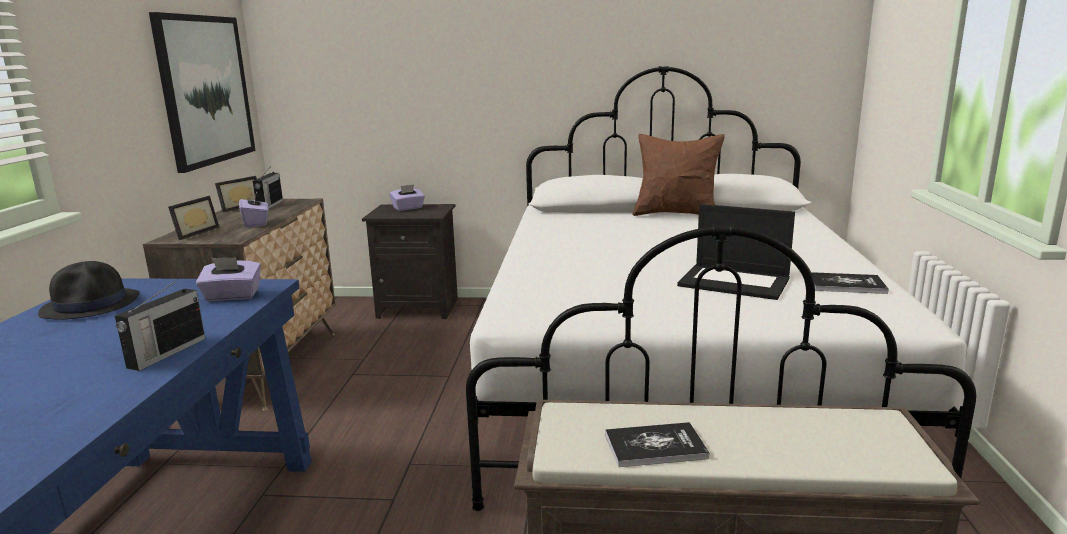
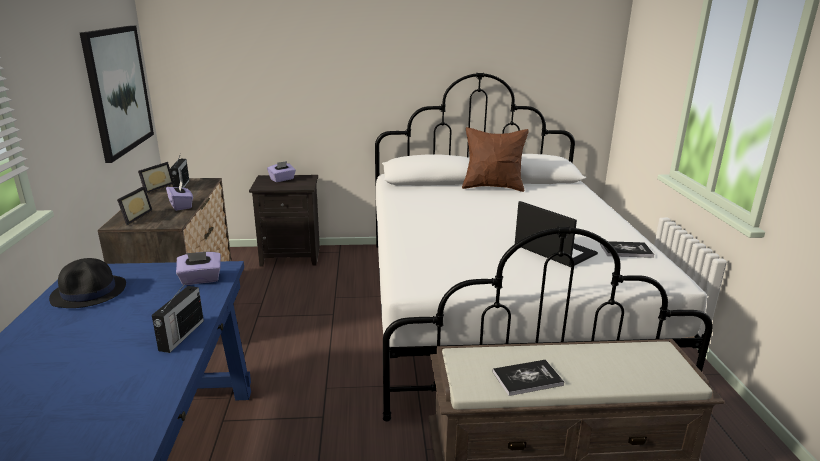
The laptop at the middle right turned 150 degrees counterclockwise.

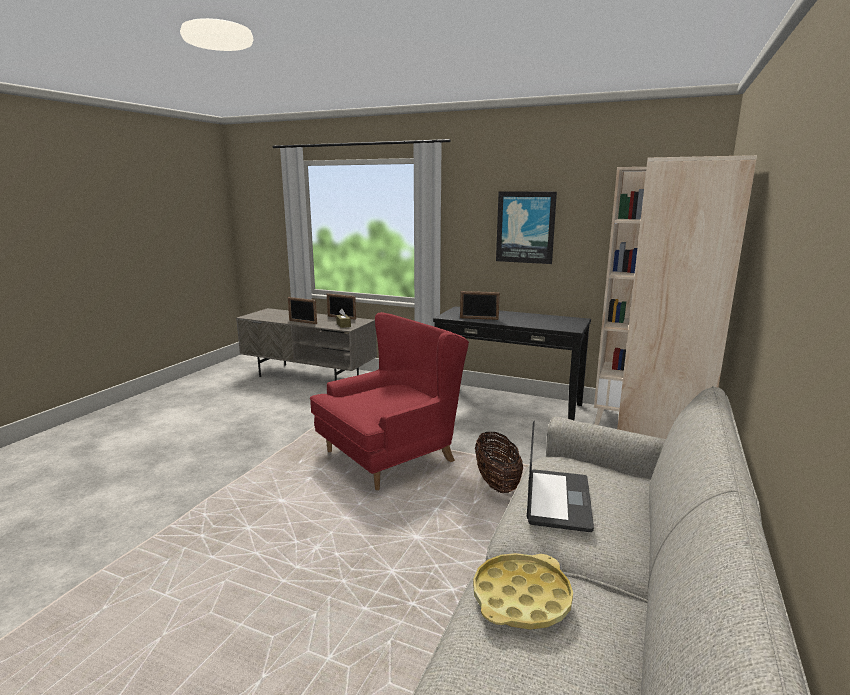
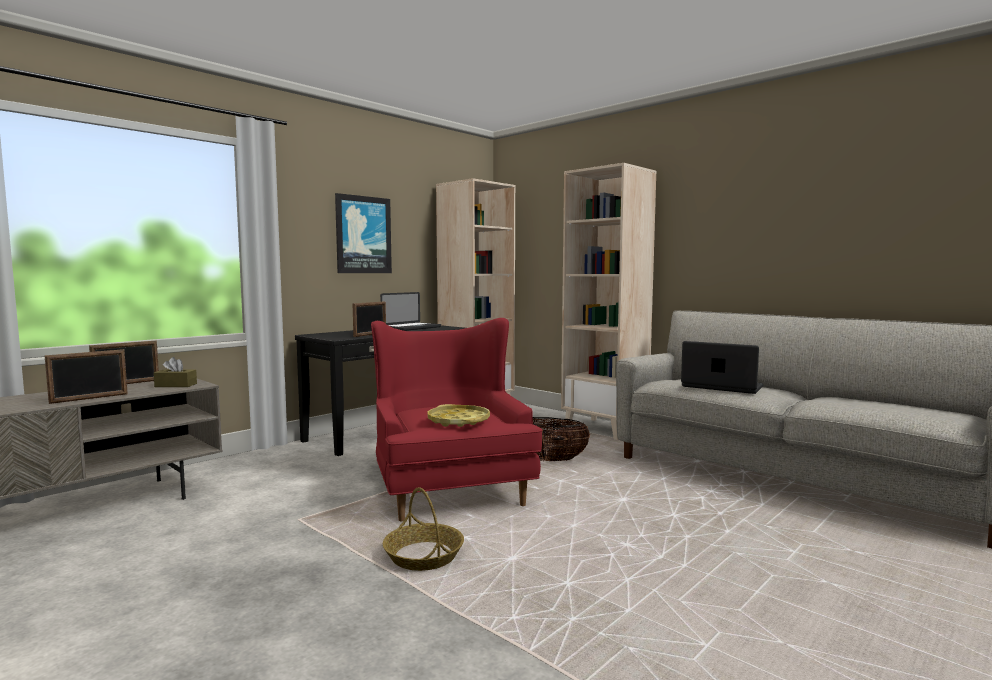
The laptop (no. 1 from left) at the centre appeared. The basket (no. 1 from left) at the bottom centre appeared. The yellow tray moved from the bottom centre to the centre.

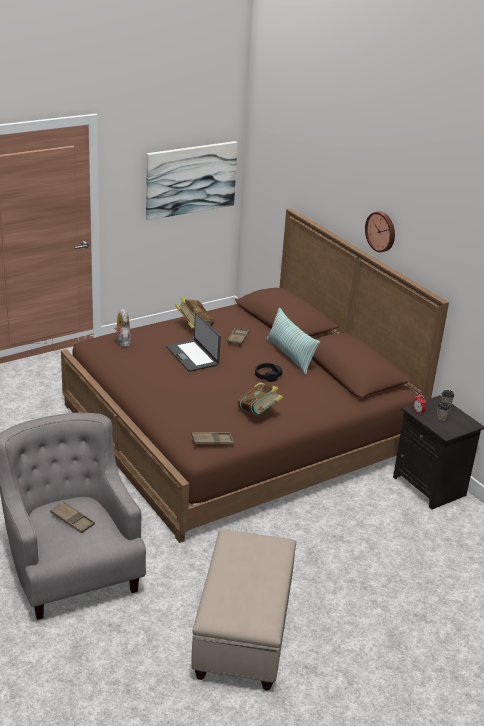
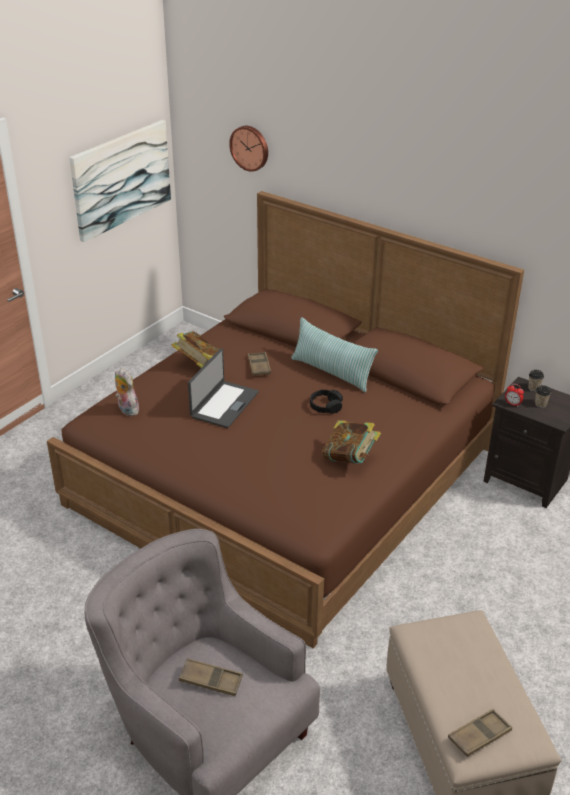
The brown tray (no. 2 from left in the first image) moved from the centre to the bottom right. The wall clock moved from the top right to the top centre. The laptop at the centre turned 105 degrees counterclockwise.

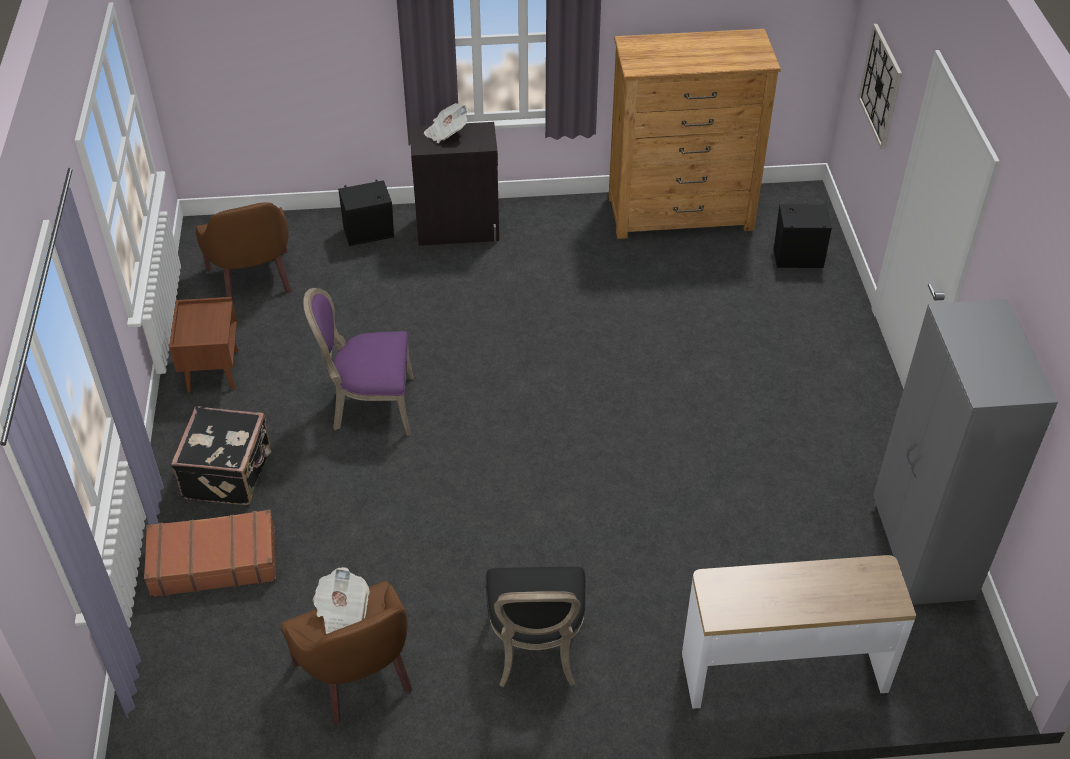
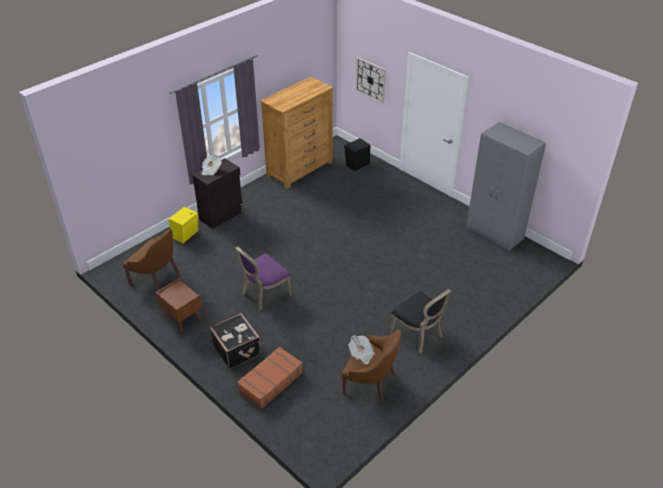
The console table at the bottom right disappeared. The black speaker (no. 1 from left) at the top centre became the yellow speaker at the middle left.

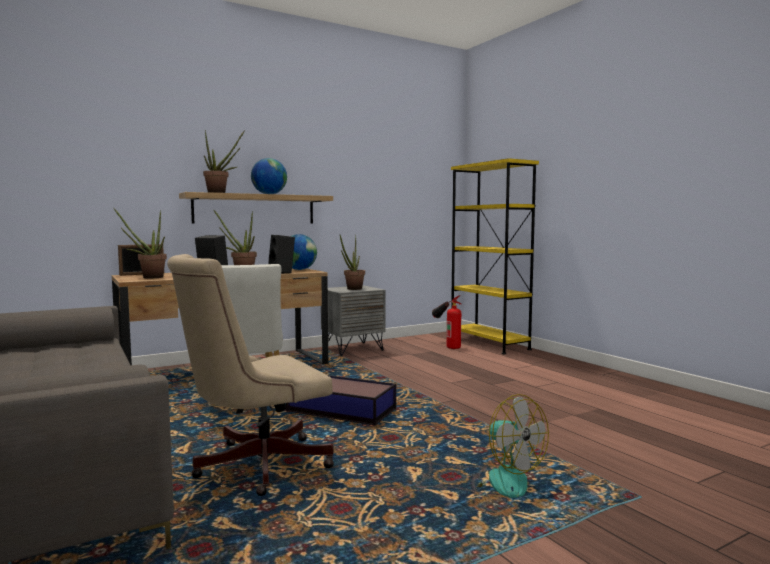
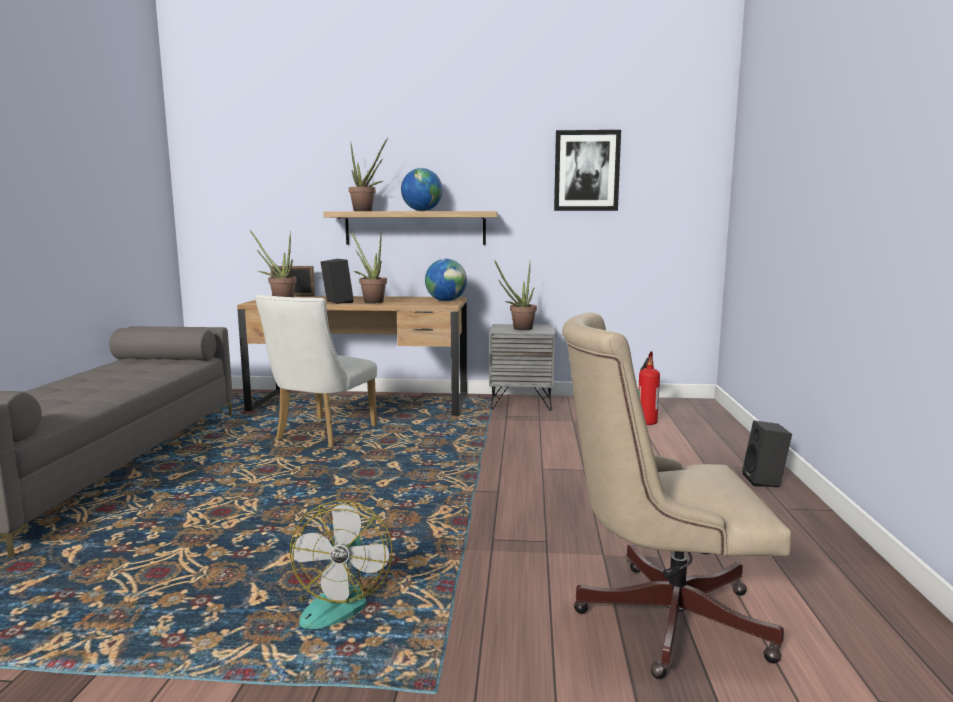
The storage box at the bottom centre disappeared. The yellow bookcase at the centre disappeared. The picture at the top centre appeared. The beige office chair moved from the middle left to the bottom right. The black speaker (no. 2 from left) moved from the centre to the middle right.

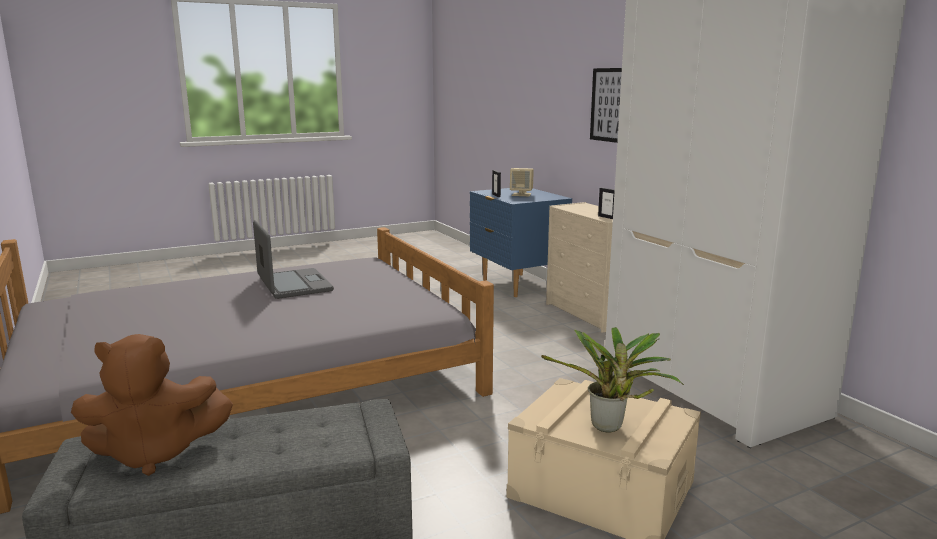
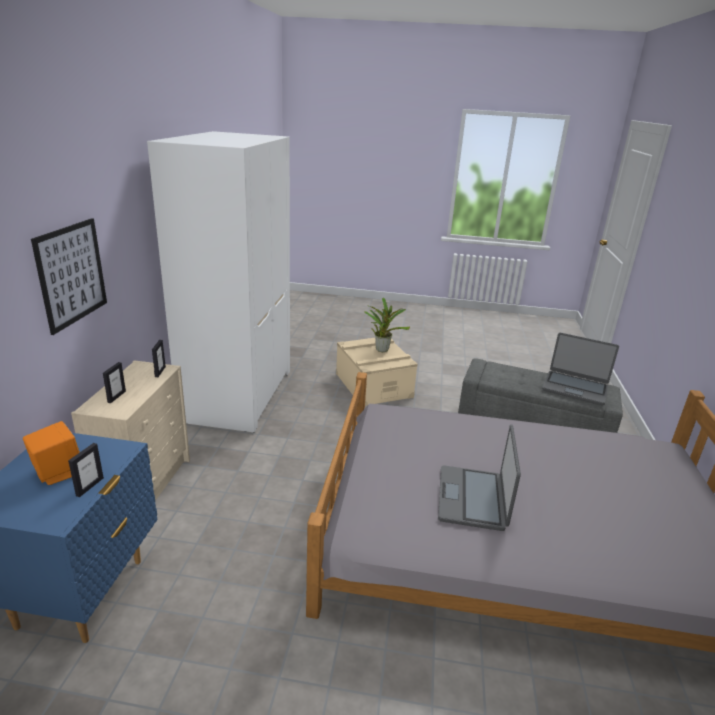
The picture frame (no. 2 from left) at the middle left appeared. The brown plush toy at the bottom left was replaced by the laptop (no. 2 from left) at the middle right. The beige speaker at the centre became the orange speaker at the middle left.

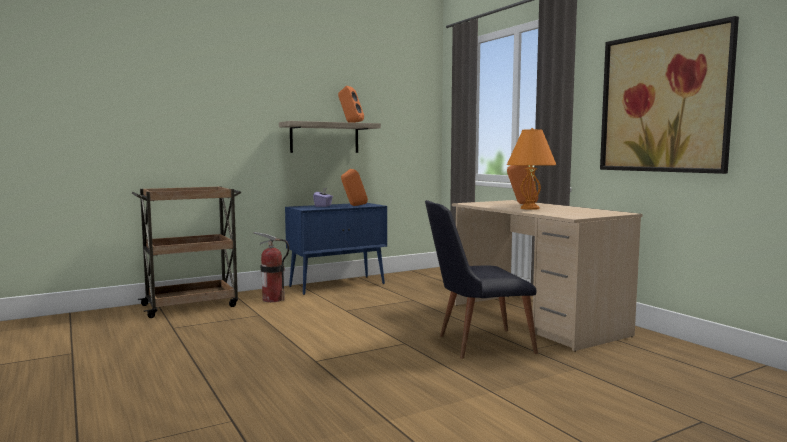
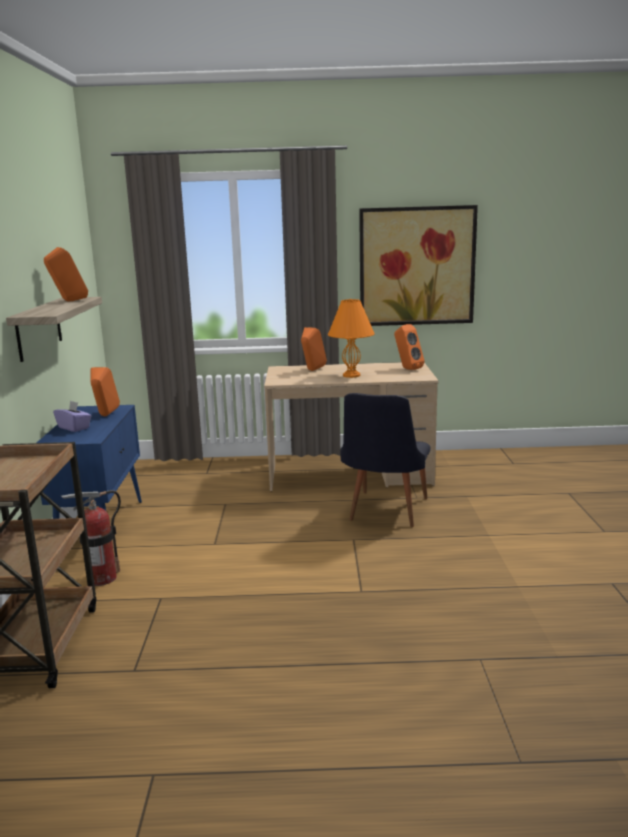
The orange speaker (no. 4 from left) at the centre appeared.

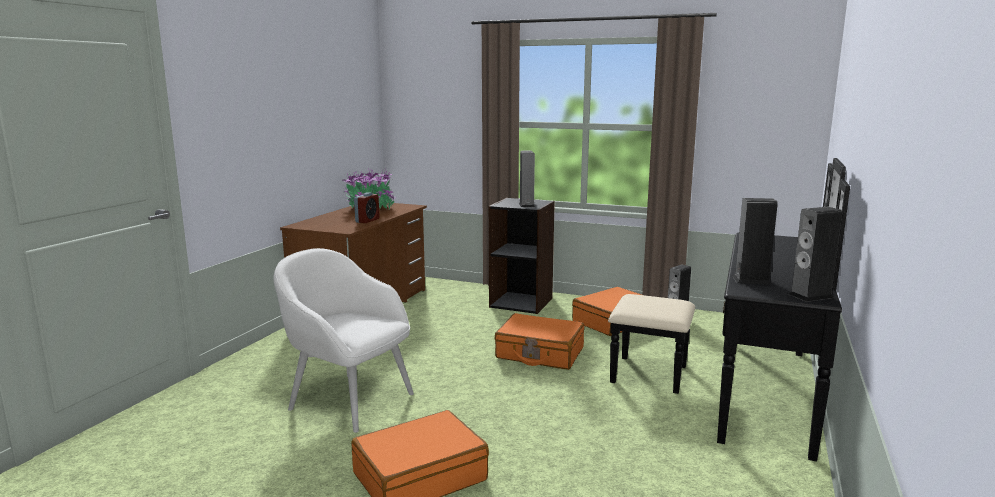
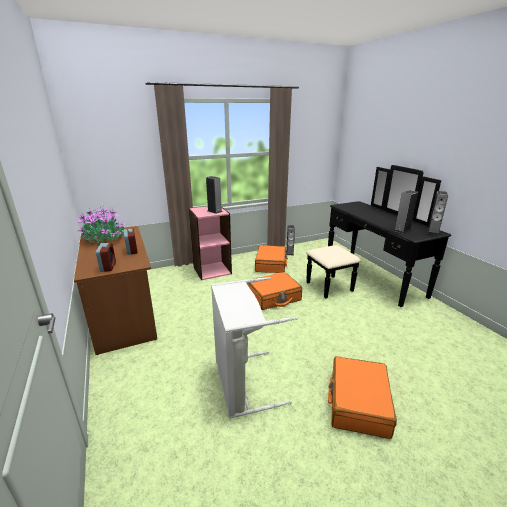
The alarm clock (no. 1 from left) at the middle left appeared. The white armchair at the bottom centre was replaced by the grey laundry basket at the bottom centre. The black bookcase at the centre became the pink bookcase at the centre.

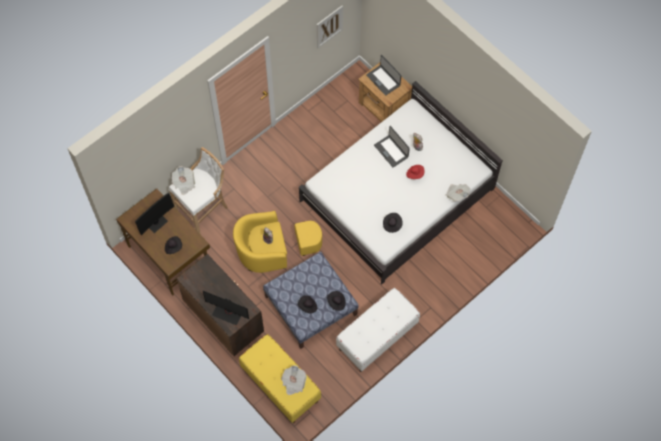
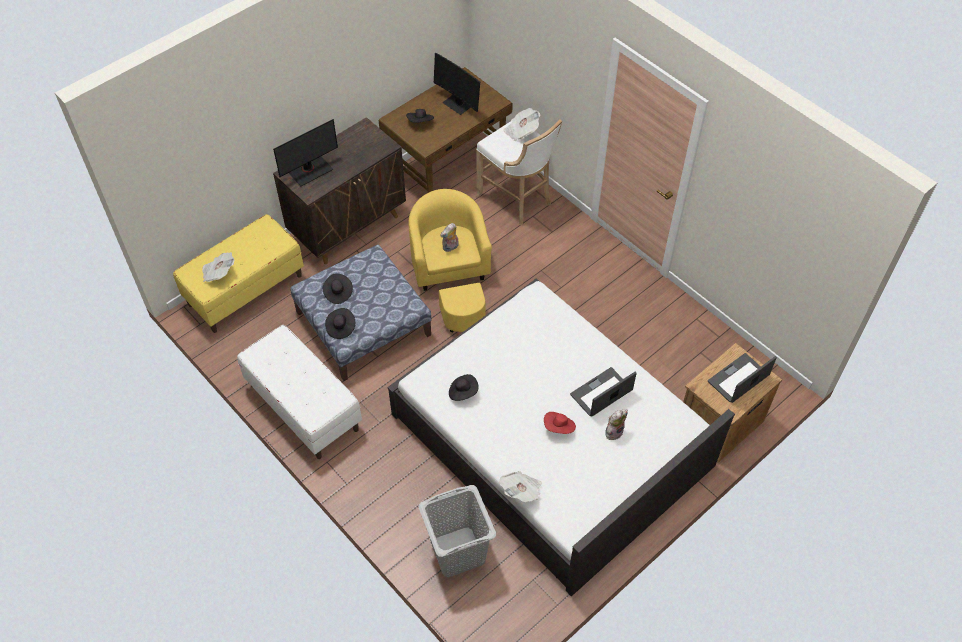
The picture at the top centre disappeared. The grey laundry basket at the bottom centre appeared. The monitor (no. 2 from left in the first image) at the bottom centre turned 150 degrees counterclockwise.

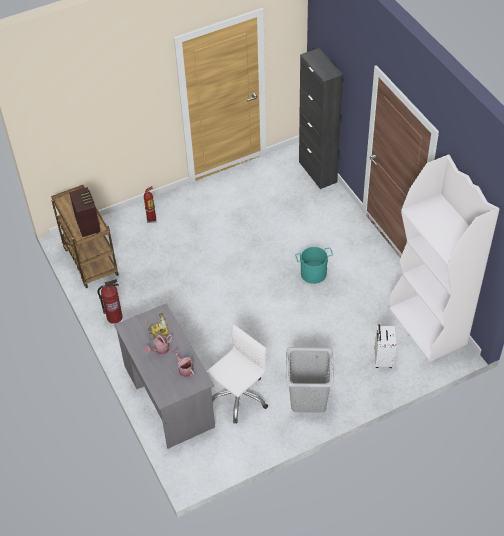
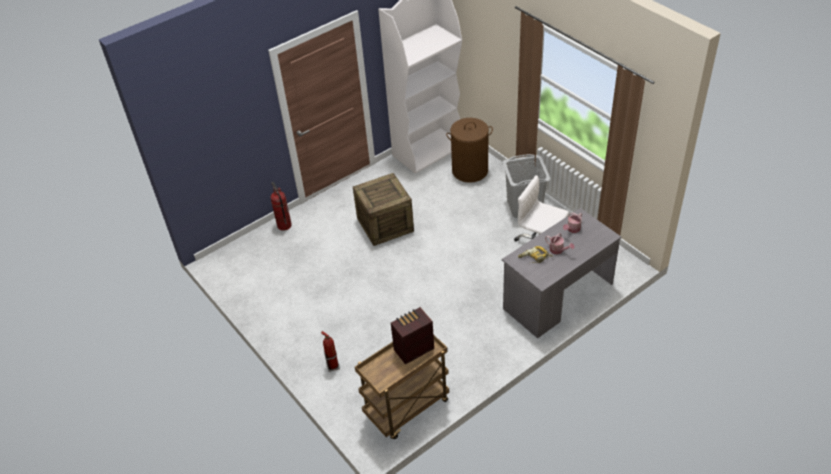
The black cabinet at the top centre disappeared. The fire extinguisher (no. 1 from left) moved from the middle left to the centre. The turquoise bucket at the centre was replaced by the crate at the centre. The white suitcase at the middle right was replaced by the brown laundry basket at the top centre.

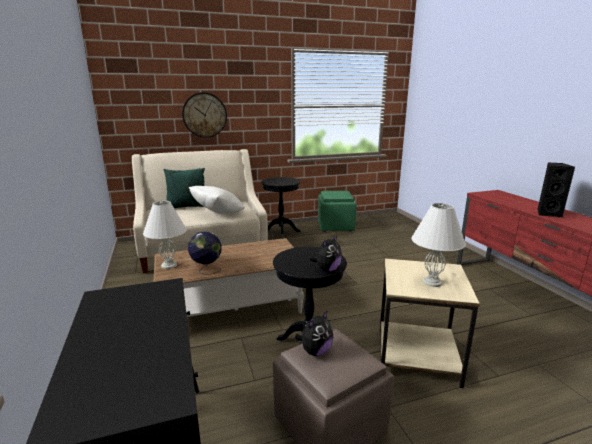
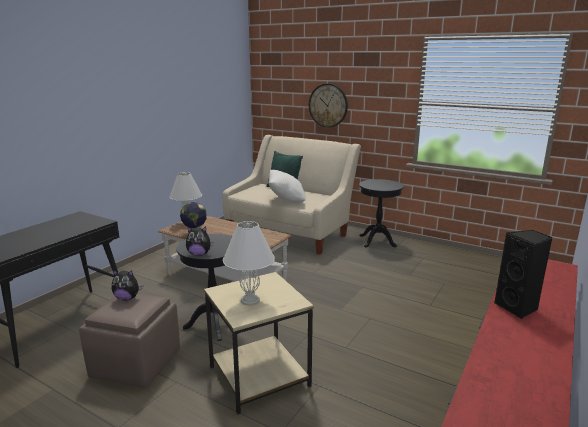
The green ottoman at the centre disappeared.

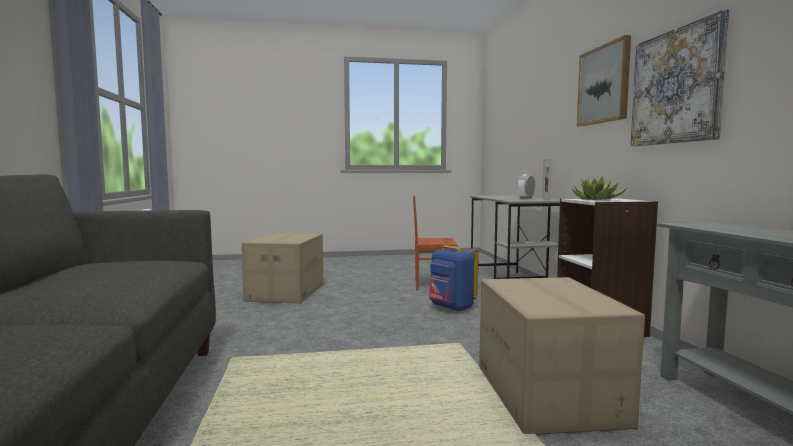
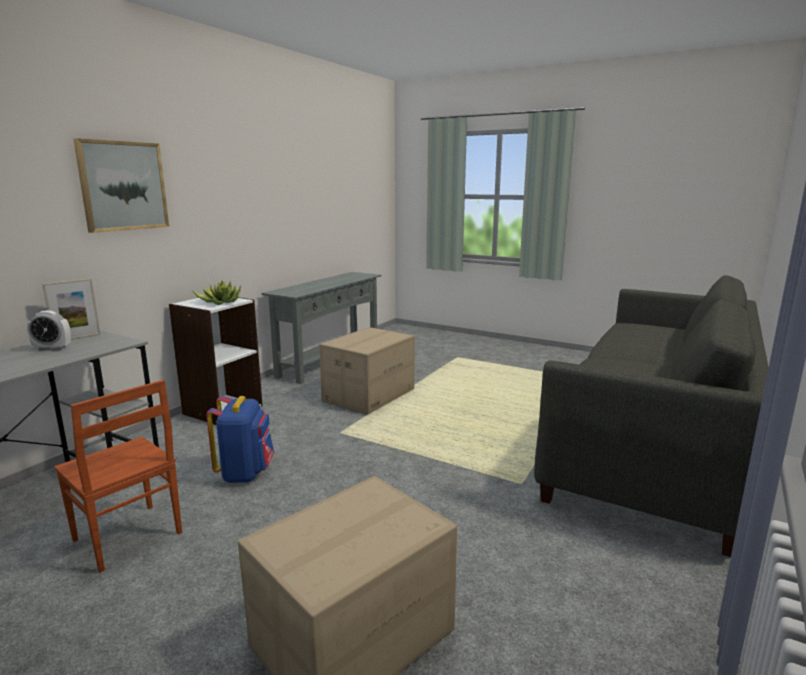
The picture (no. 2 from left) at the top right disappeared.

